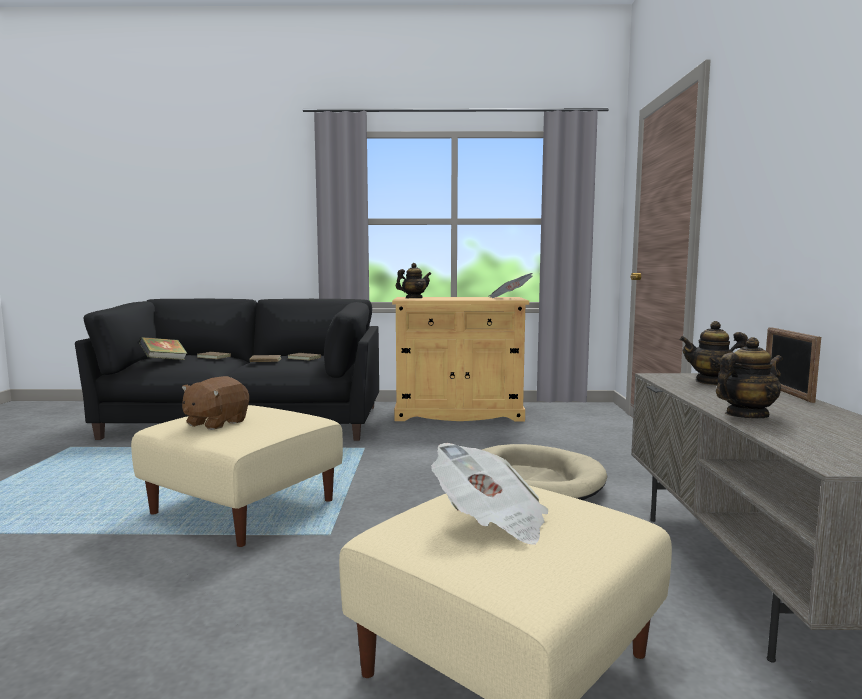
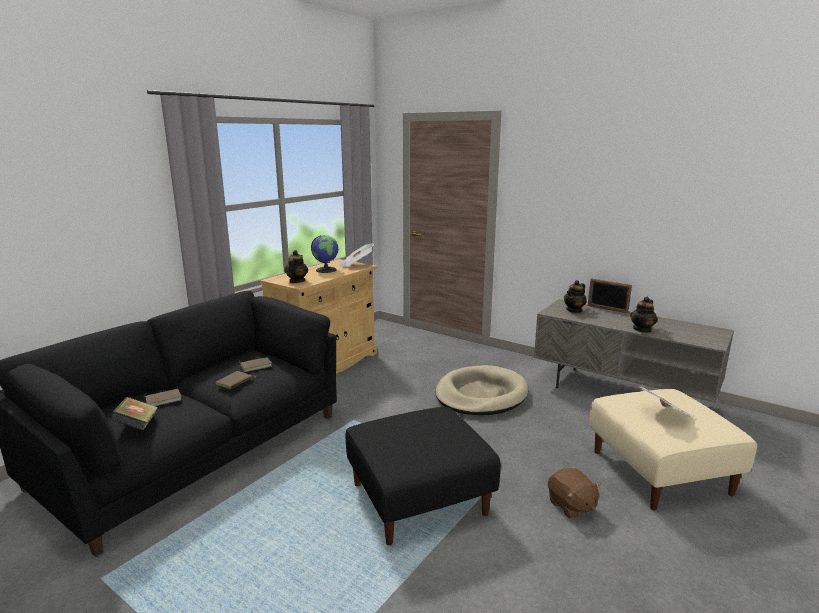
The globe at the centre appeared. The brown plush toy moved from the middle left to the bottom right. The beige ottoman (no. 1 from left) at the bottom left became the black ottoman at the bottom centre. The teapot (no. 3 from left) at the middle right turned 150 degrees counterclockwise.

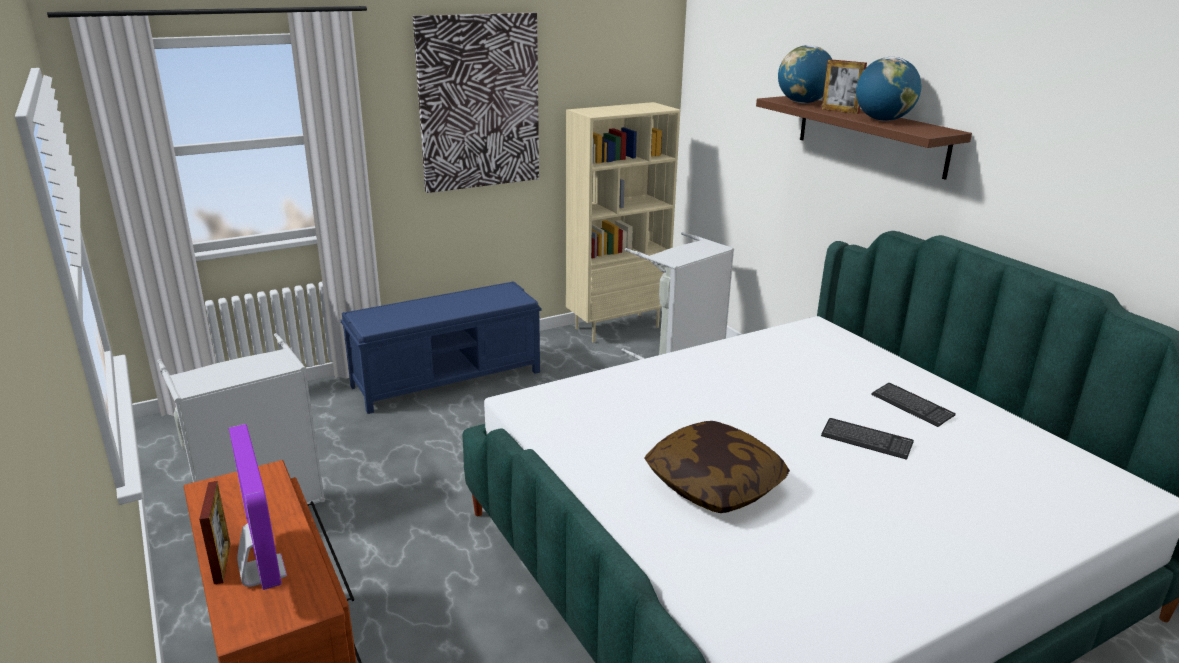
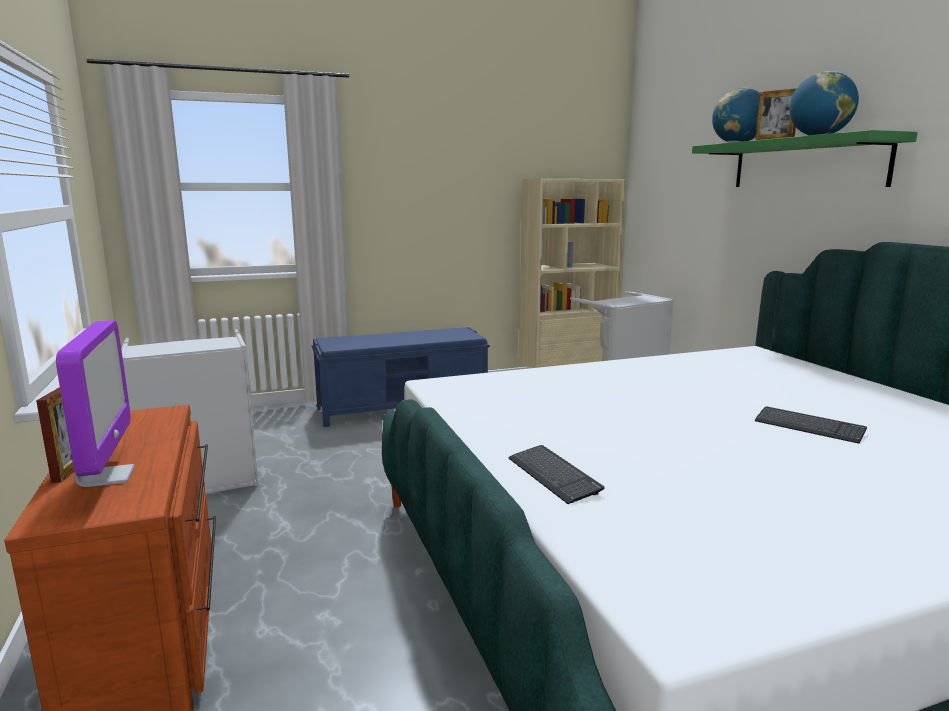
The picture at the top centre disappeared. The pillow at the bottom centre disappeared. The keyboard (no. 2 from left in the first image) moved from the middle right to the bottom centre. The brown shelf at the top right became the green shelf at the top right.

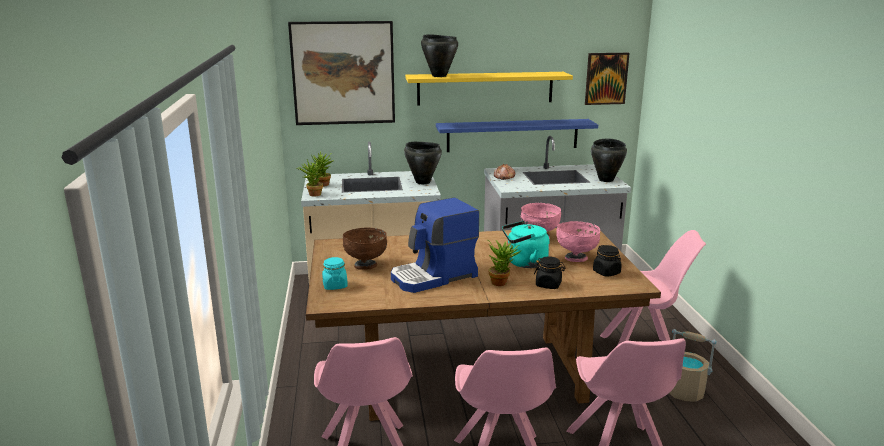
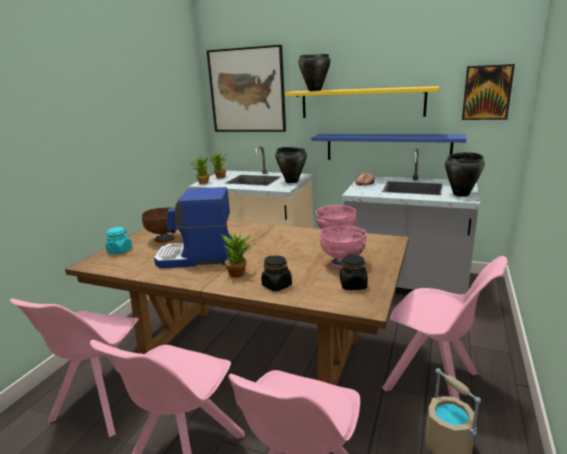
The turquoise kettle at the centre disappeared.

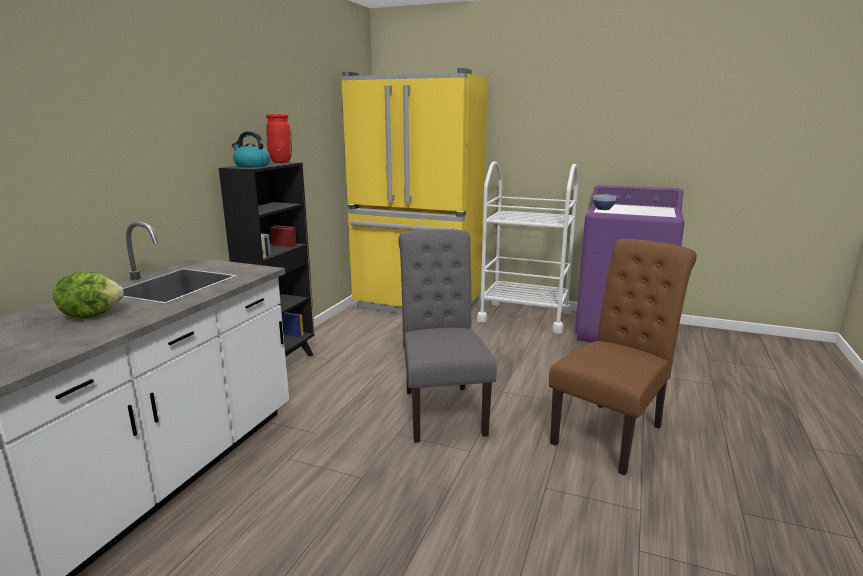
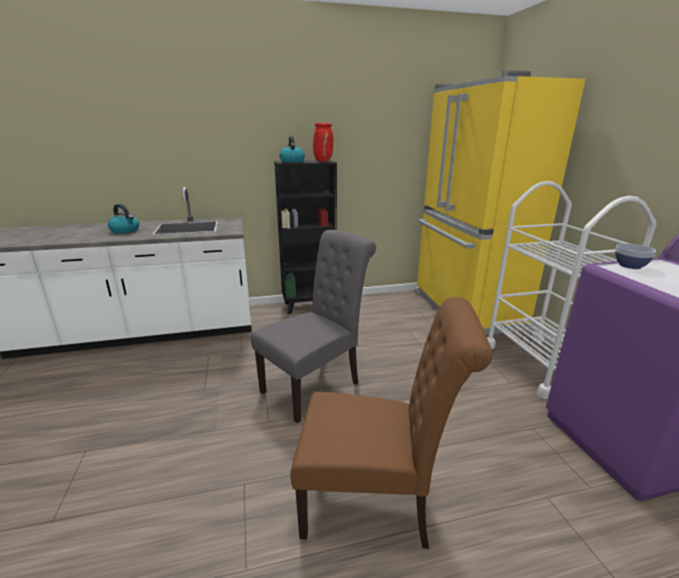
The lettuce at the middle left was replaced by the kettle (no. 1 from left) at the middle left.

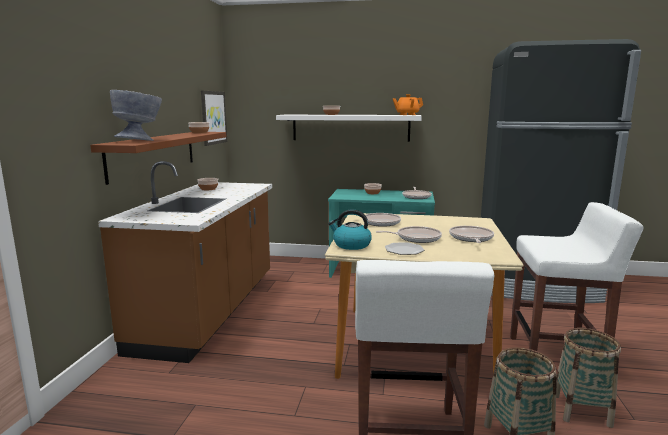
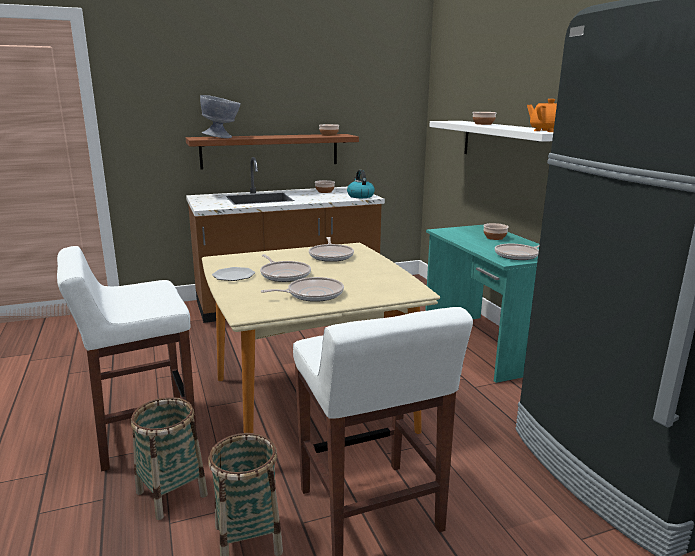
The picture at the top left disappeared. The kettle moved from the centre to the top centre.

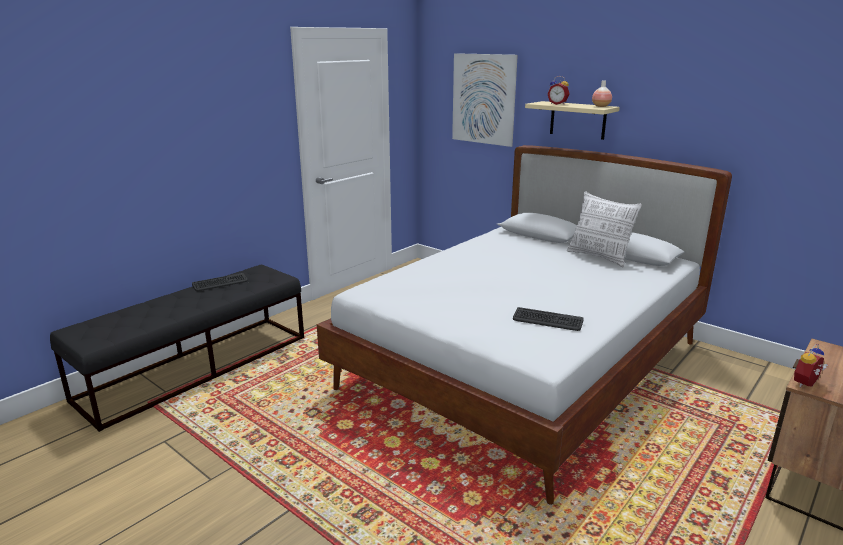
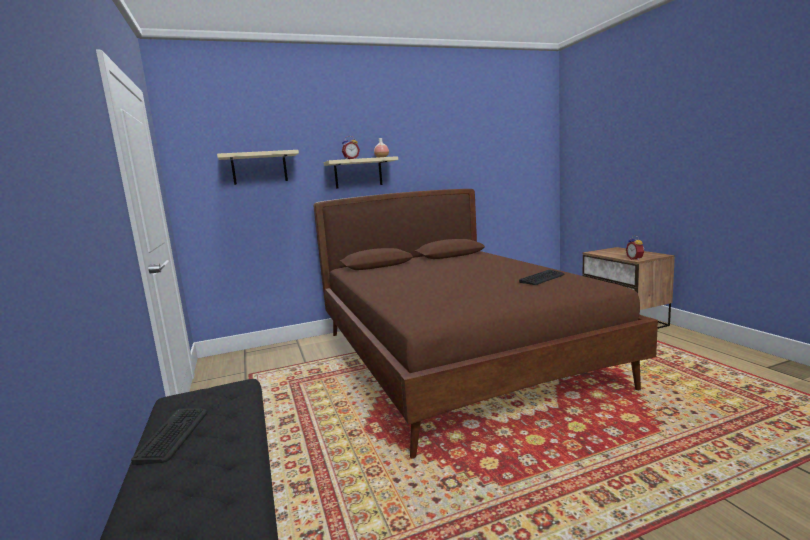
The pillow at the middle right disappeared. The picture at the top centre was replaced by the beige shelf (no. 1 from left) at the top left. The white bed at the centre became the brown bed at the centre.

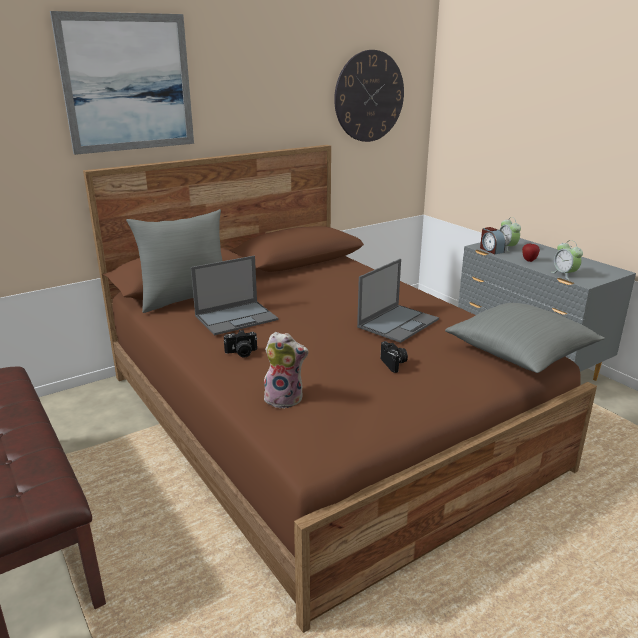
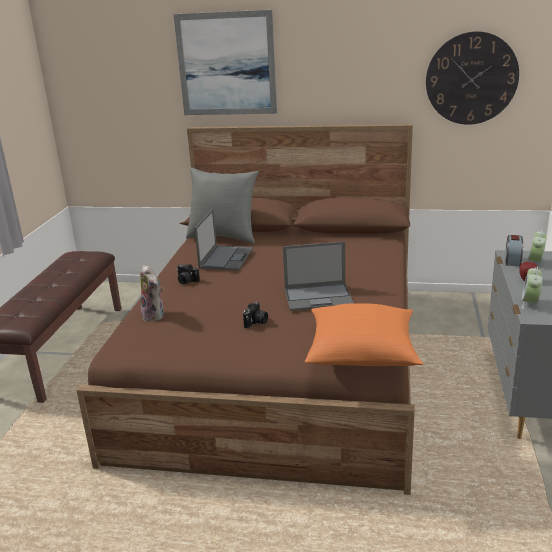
The grey pillow (no. 2 from left) at the middle right became the orange pillow at the centre. The laptop (no. 1 from left) at the centre turned 90 degrees counterclockwise.

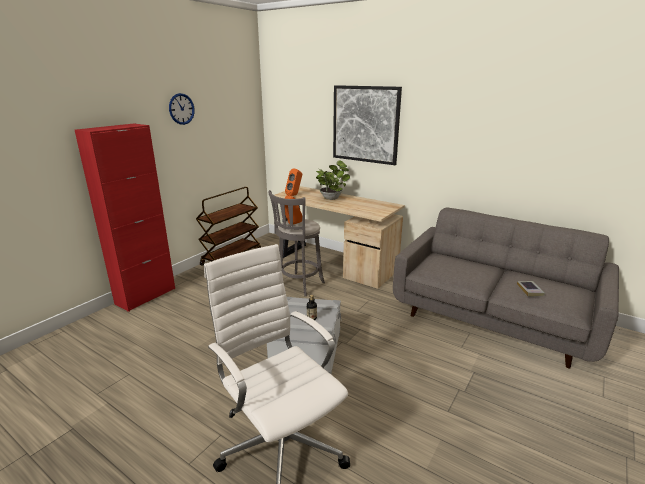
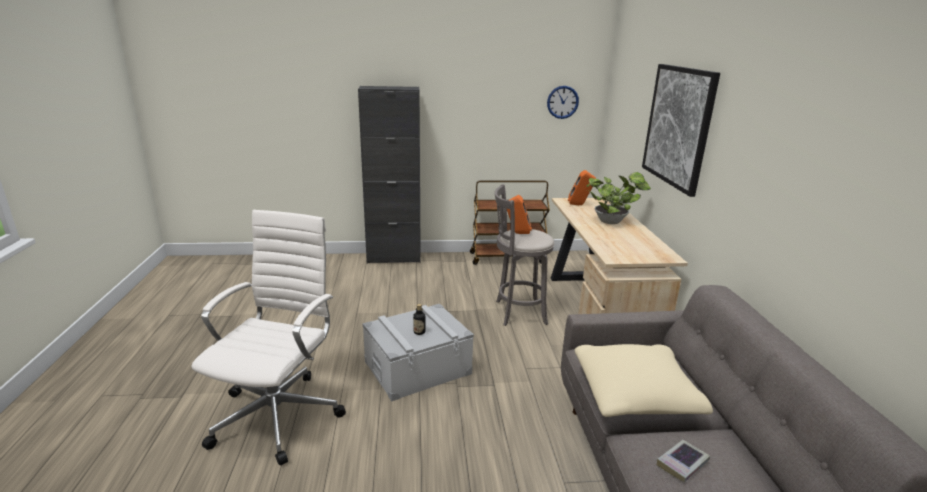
The beige pillow at the bottom right appeared. The wall clock moved from the top left to the top centre. The red cabinet at the middle left became the black cabinet at the centre.

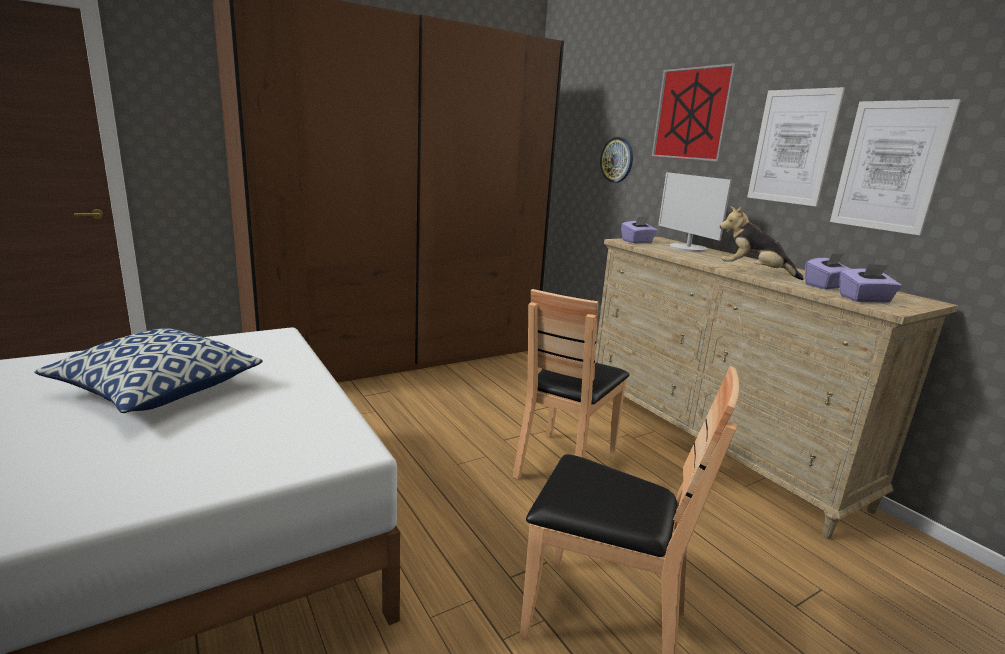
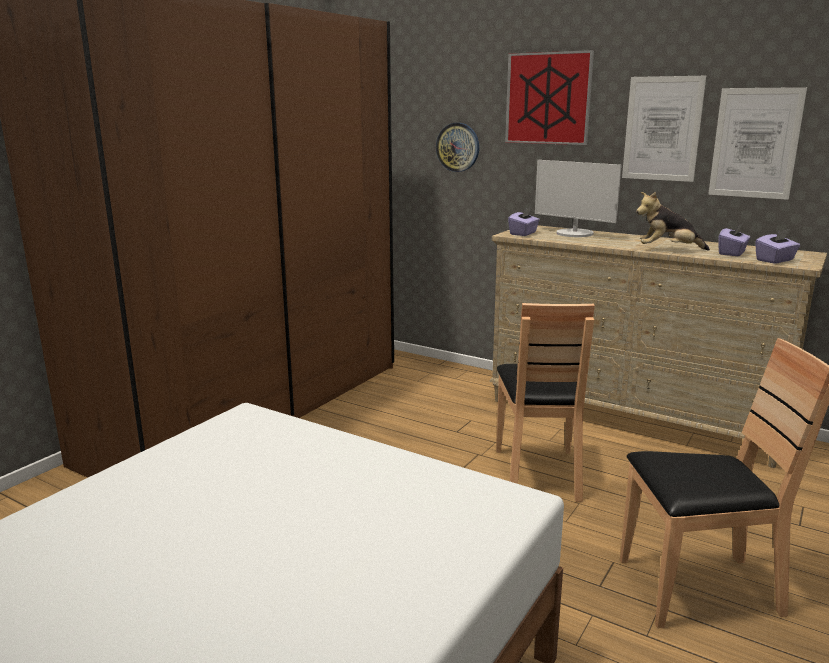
The pillow at the middle left disappeared.

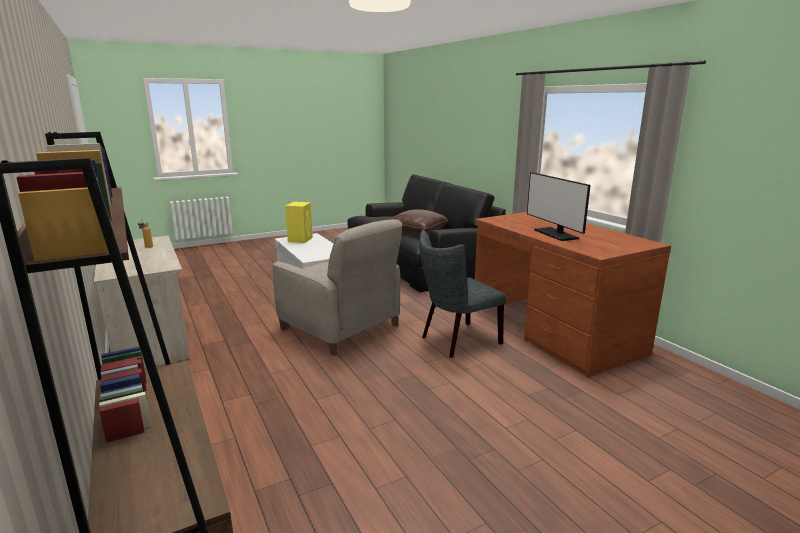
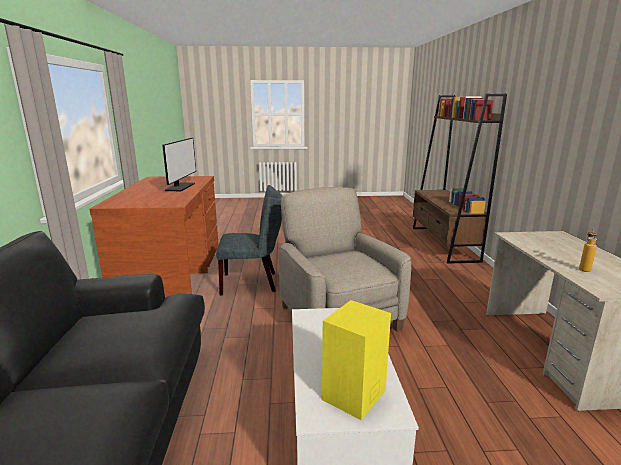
The brown pillow at the centre disappeared.

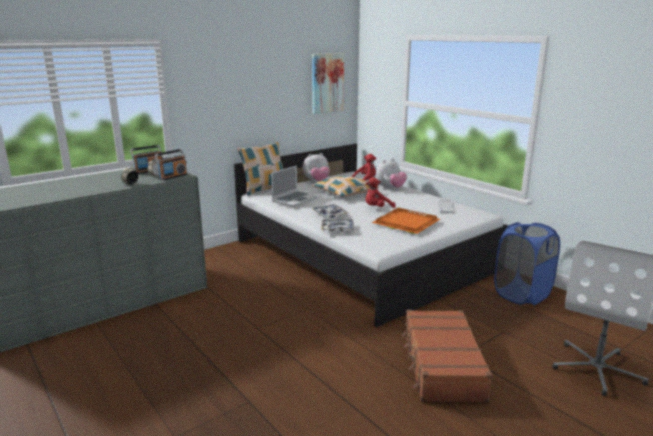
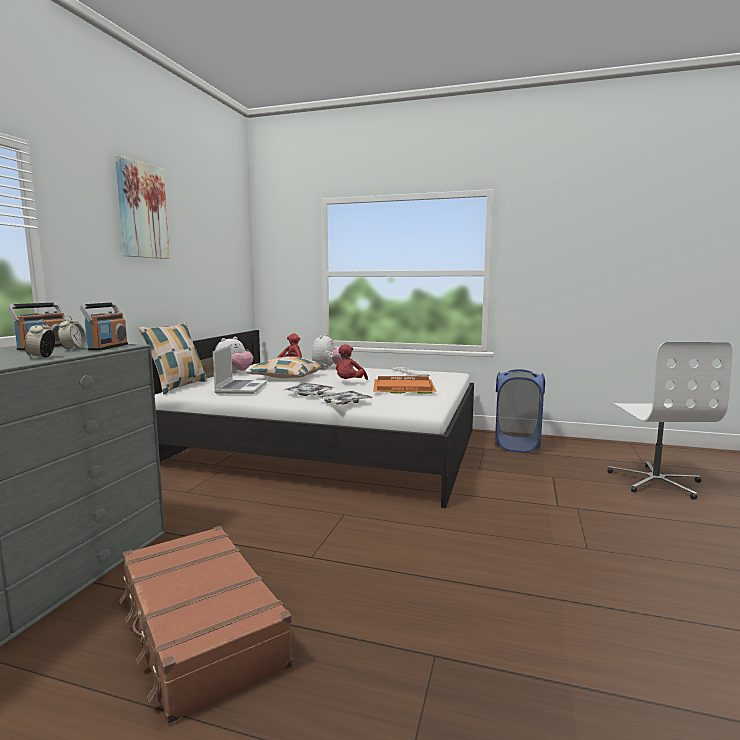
The picture moved from the top centre to the top left. The brown suitcase moved from the bottom right to the bottom left.

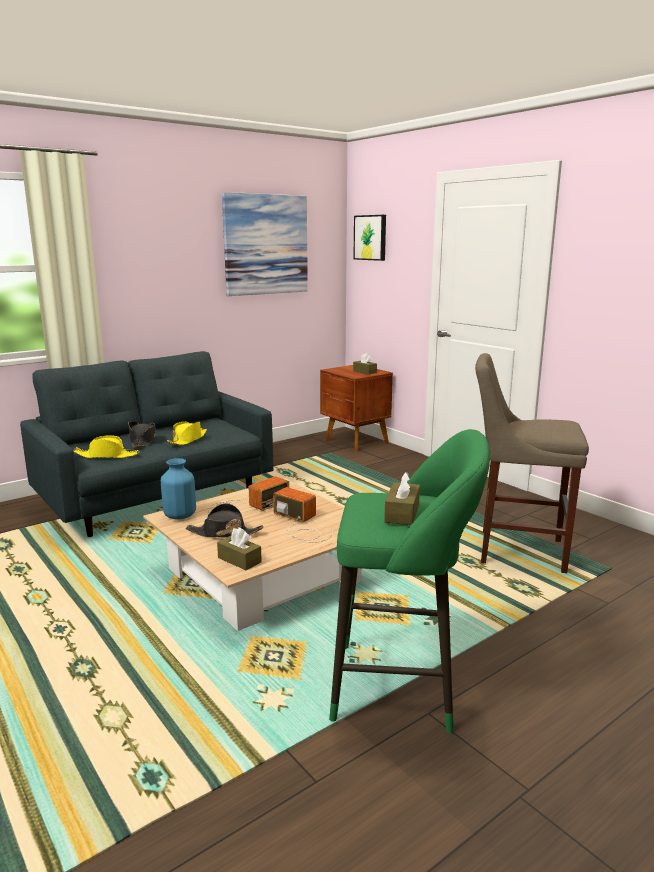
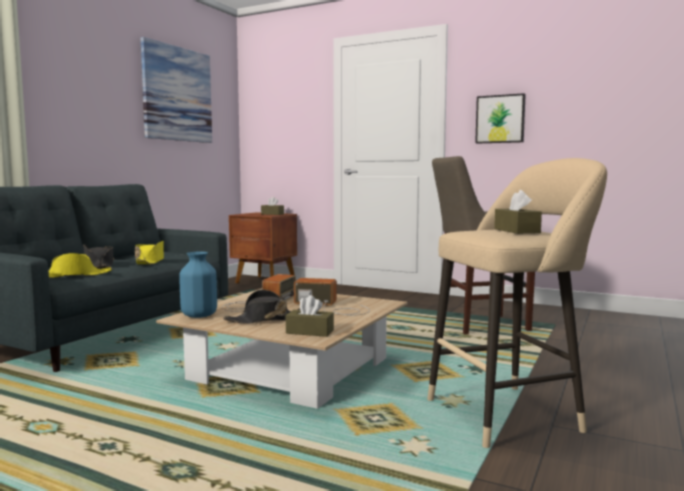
The picture (no. 2 from left) moved from the top centre to the top right. The green stool at the centre became the beige stool (no. 2 from left) at the middle right.

